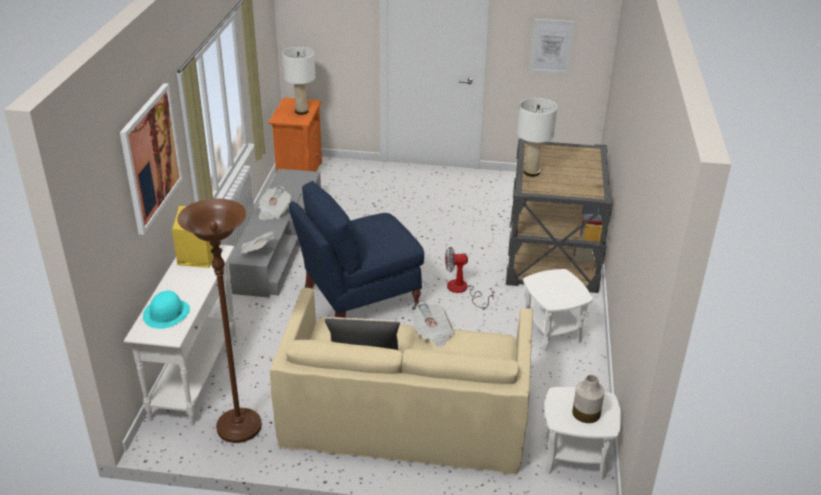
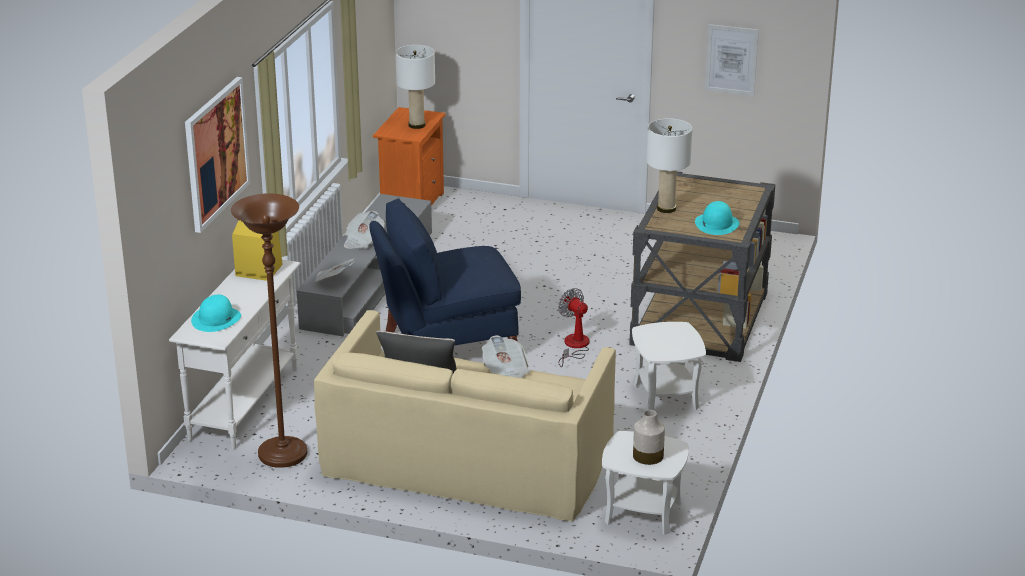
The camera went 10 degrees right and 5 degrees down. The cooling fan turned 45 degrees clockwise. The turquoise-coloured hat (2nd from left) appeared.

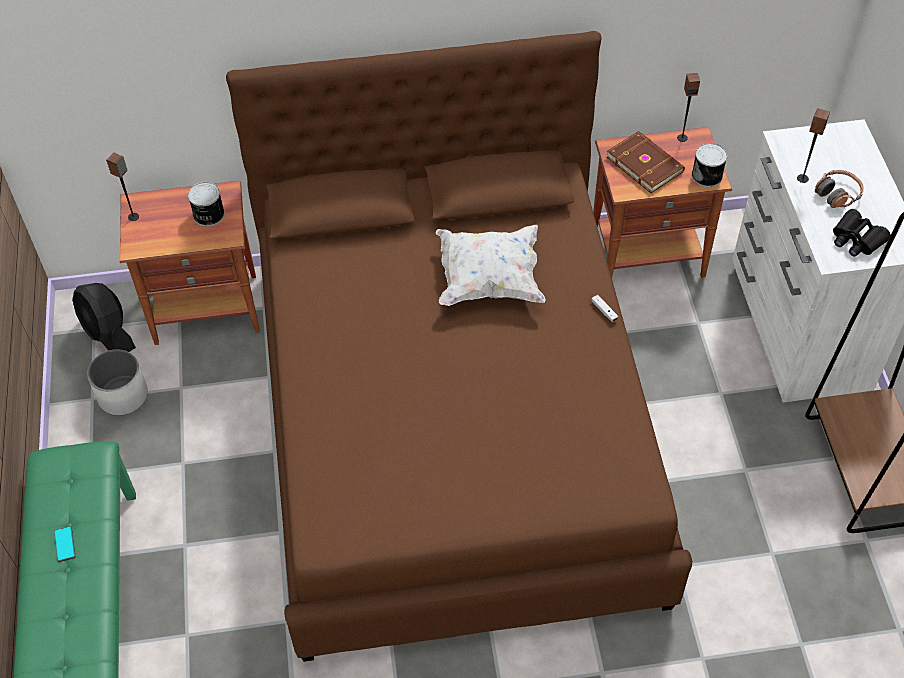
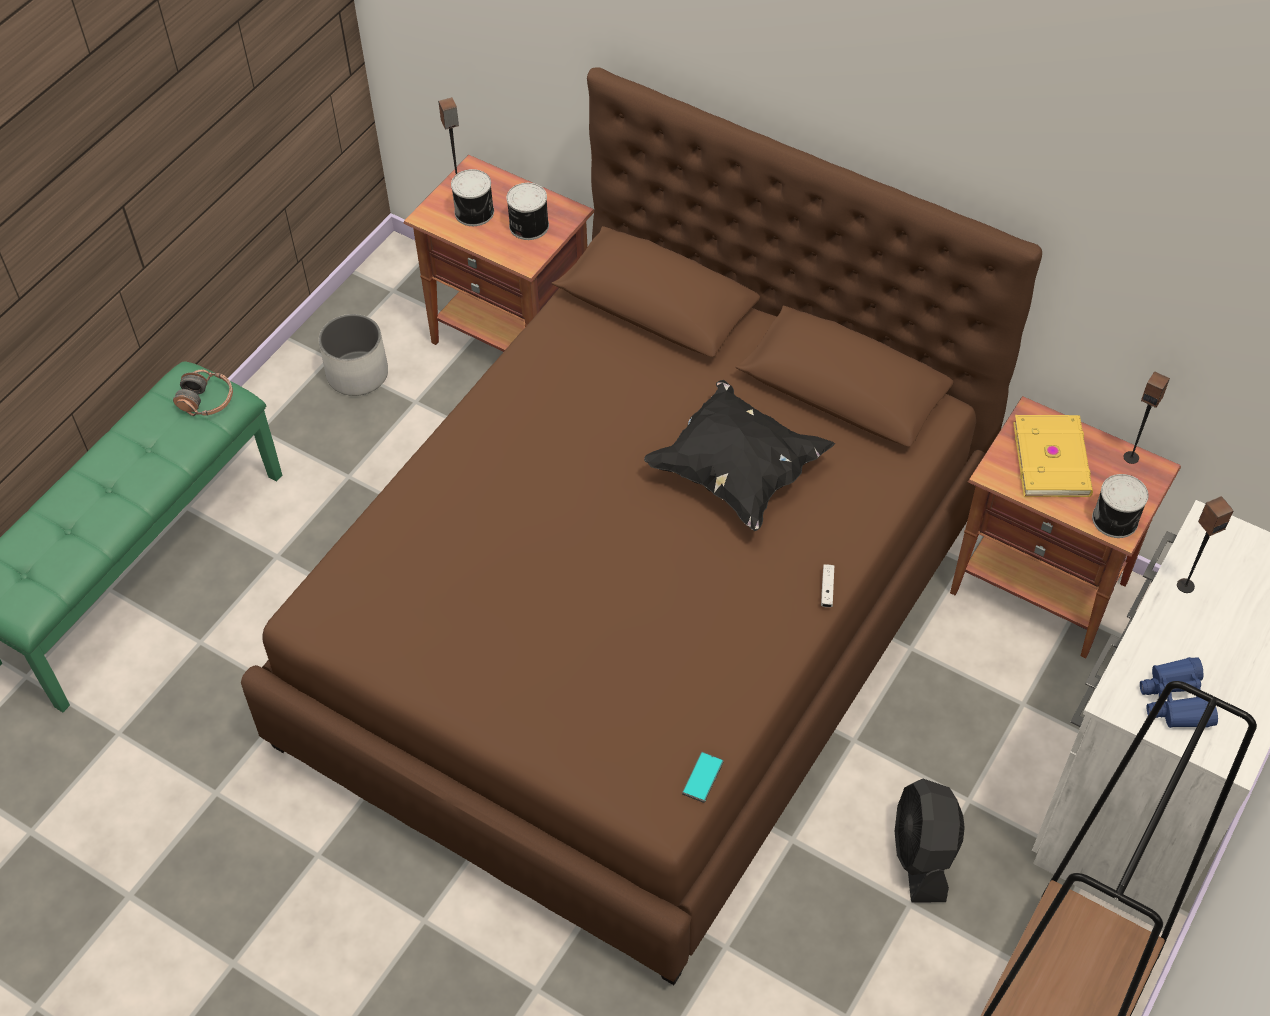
The camera went 40 degrees right and 0 degrees up. The phone moved. The blackish cooling fan moved. The white-coloured pillow became the blackish pillow. The brown book became the yellow book. The headphones moved. The blackish pair of binoculars became the bluish pair of binoculars. The sealed can (1st from left) appeared.

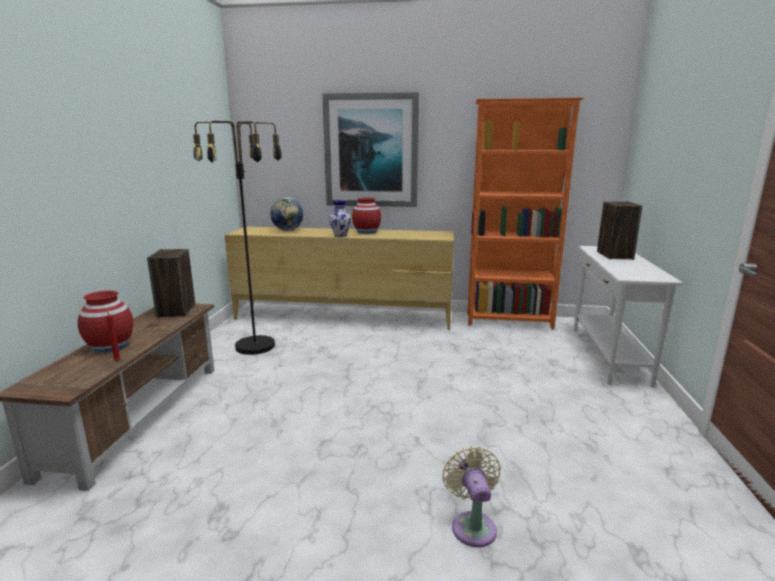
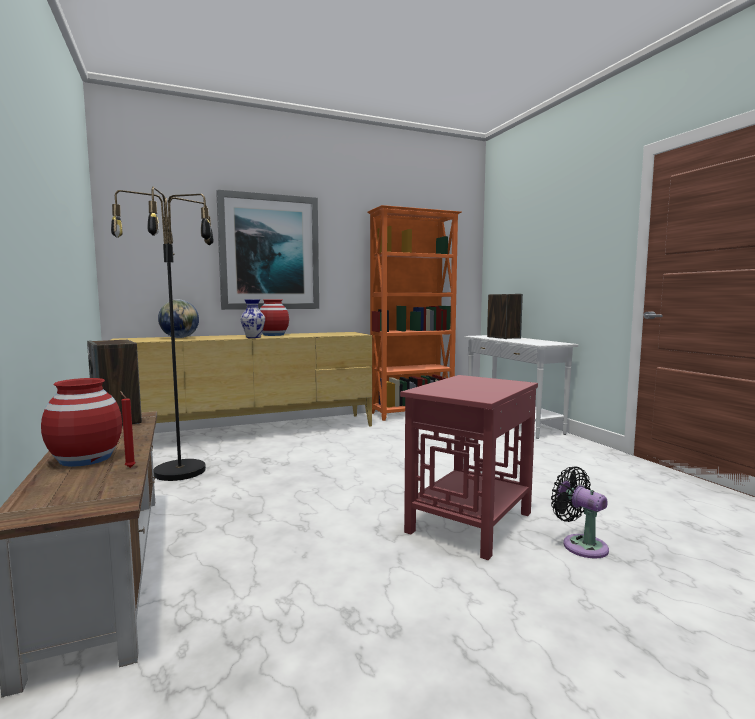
The camera went 30 degrees left and 10 degrees down. The beige-coloured cooling fan became the blackish cooling fan. The reddish accent table appeared.

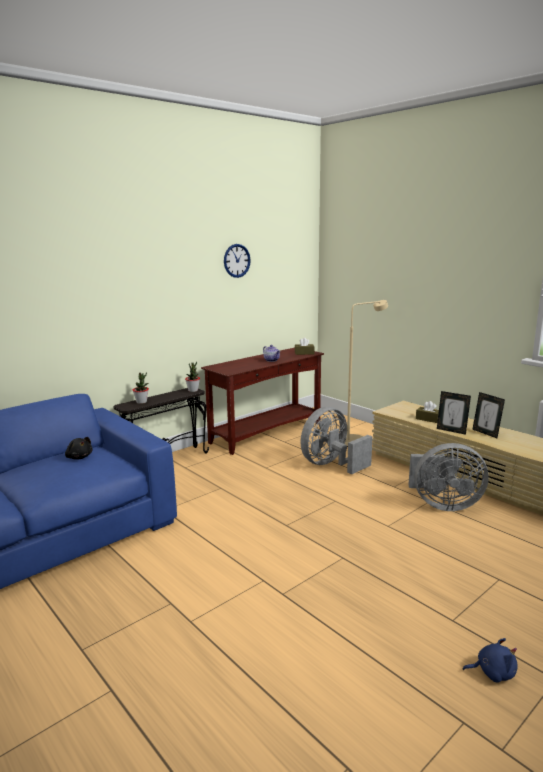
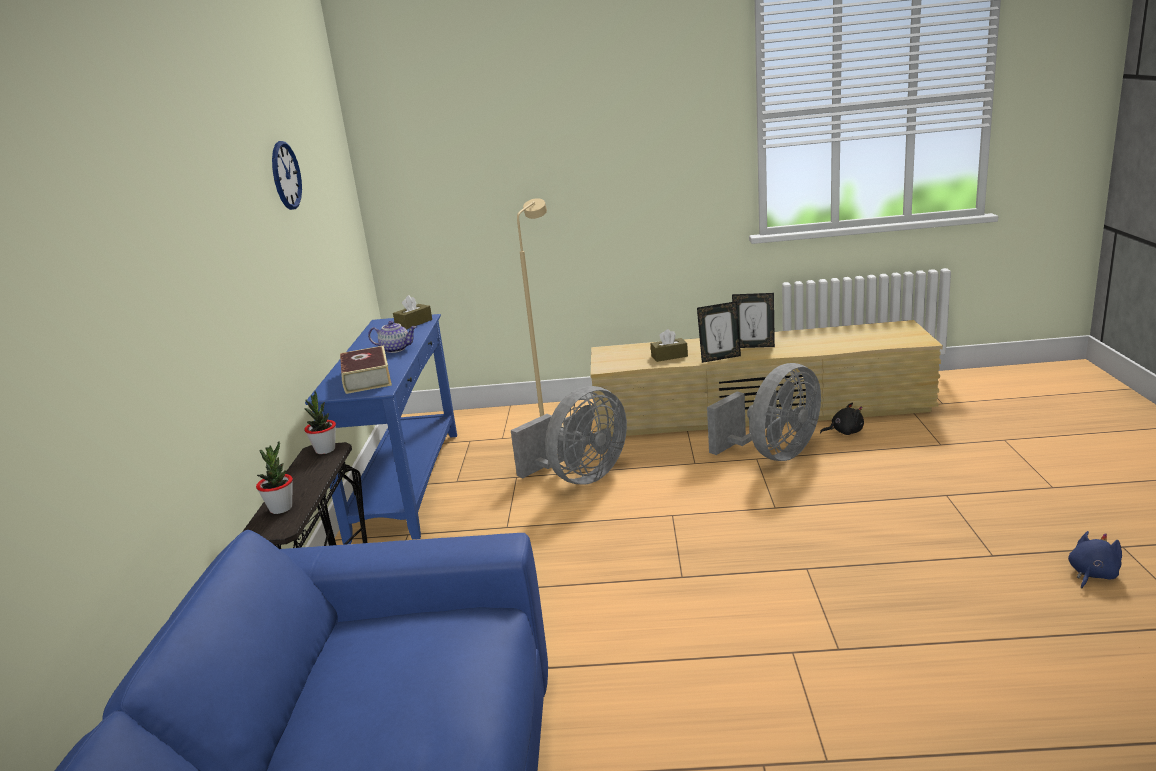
The camera went 45 degrees left and 5 degrees up. The blackish cuddly toy moved. The brown hall table became the bluish hall table. The greyish cooling fan (1st from left) turned 135 degrees counterclockwise. The book appeared.

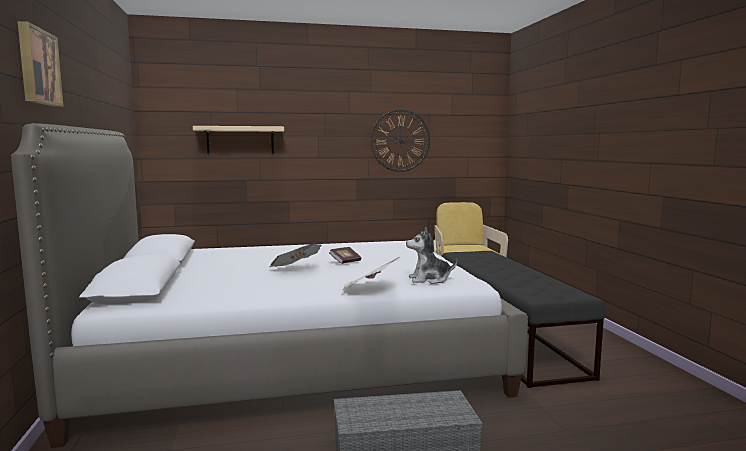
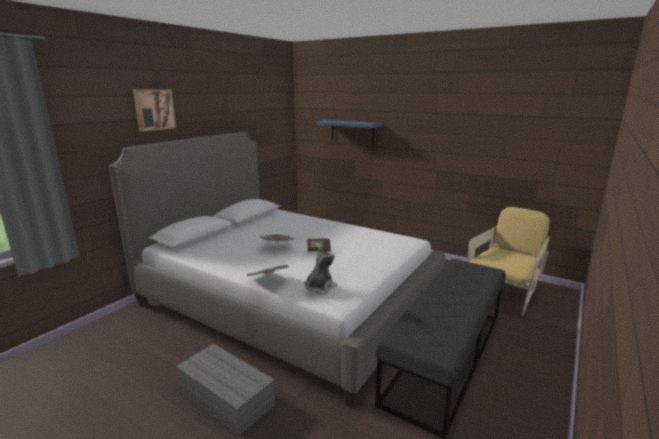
The camera went 45 degrees right and 10 degrees up. The beige-coloured wall shelf became the bluish wall shelf. The clock on the wall disappeared. The cuddly toy turned 90 degrees clockwise.

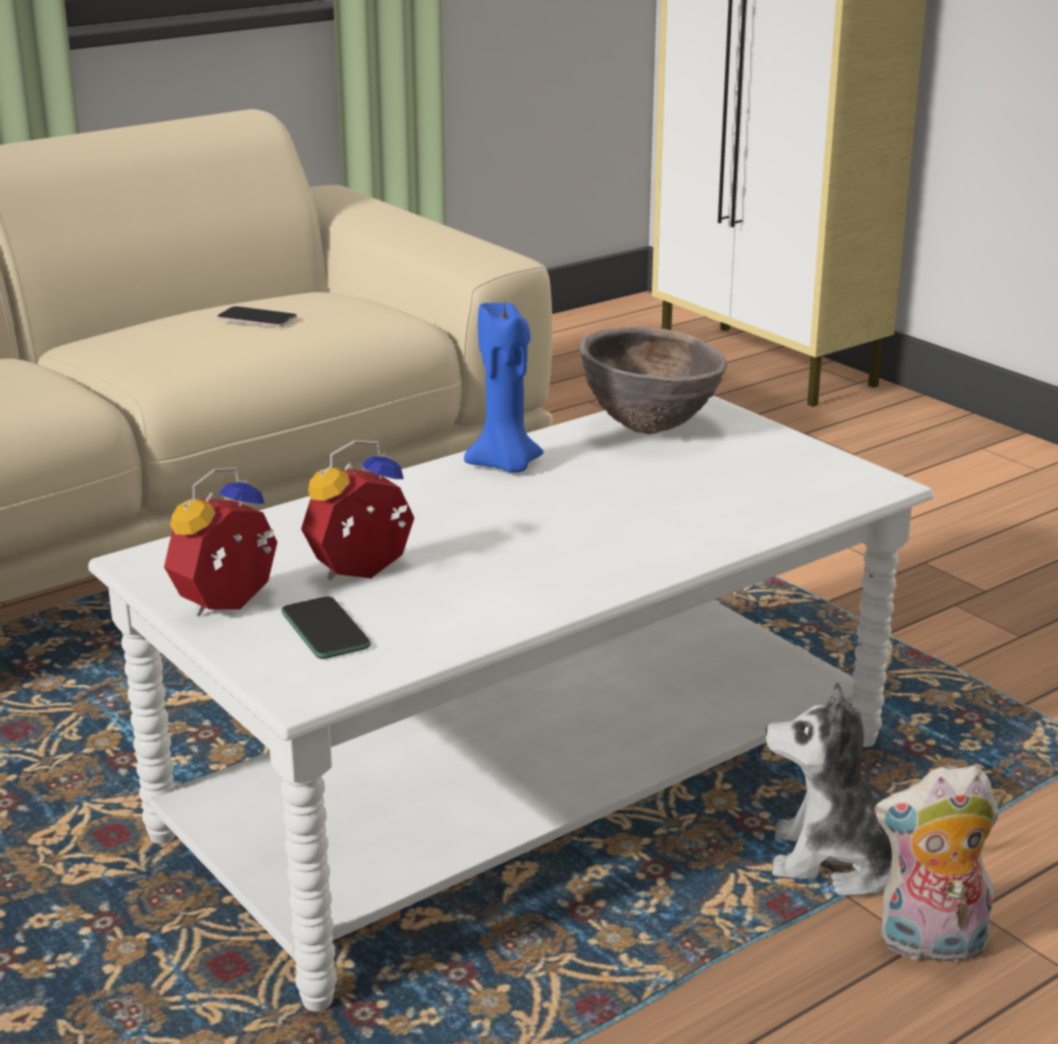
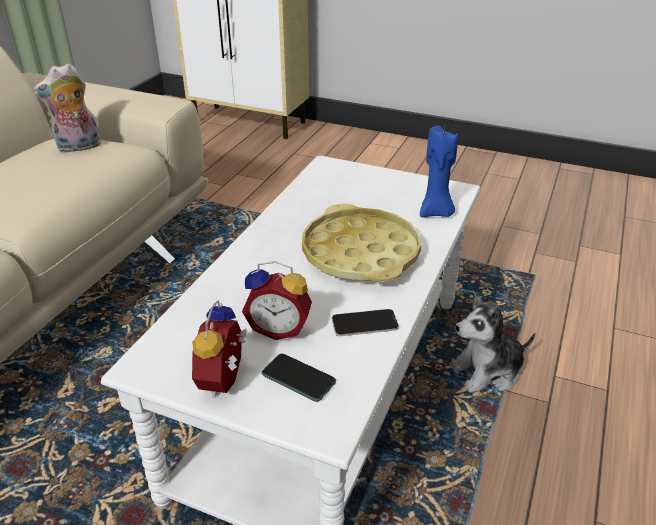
The camera went 30 degrees left and 10 degrees up. The phone (1st from left in the first image) moved. The alarm clock (2nd from left) turned 105 degrees counterclockwise. The bluish wax candle moved. The brown deep dish disappeared. The cuddly toy (2nd from left in the first image) moved. The yellow tray appeared.

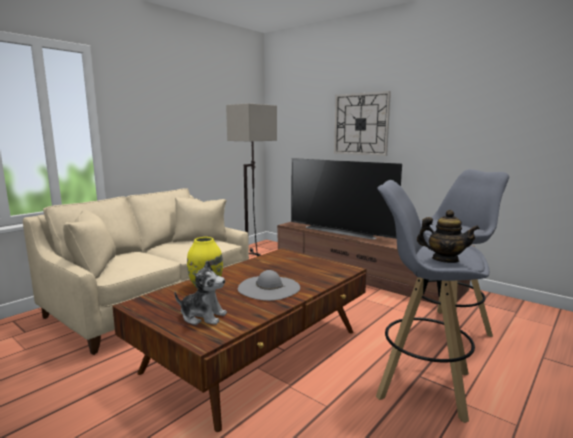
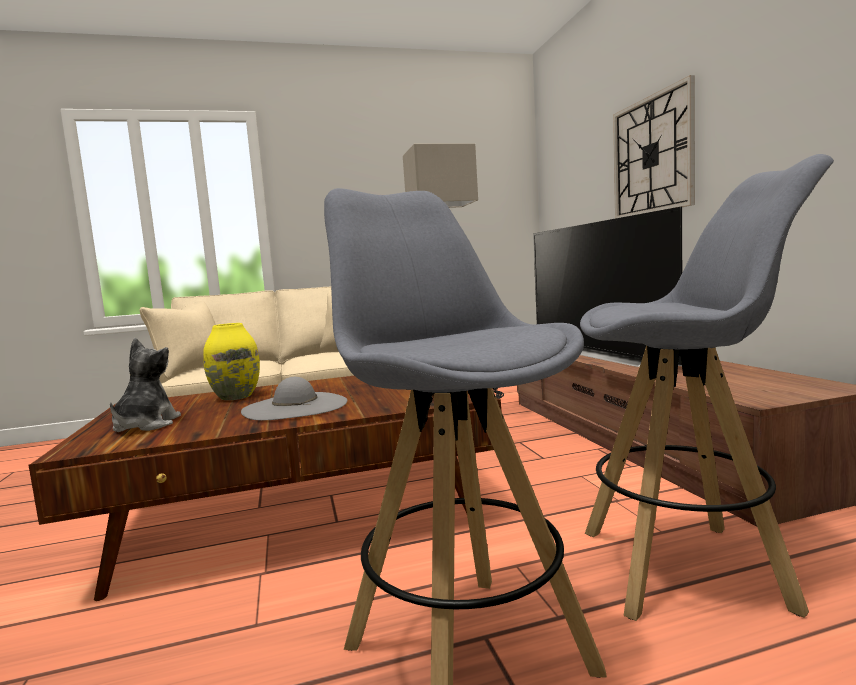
The camera went 35 degrees right and 5 degrees down. The cuddly toy turned 135 degrees counterclockwise. The tea pot disappeared.

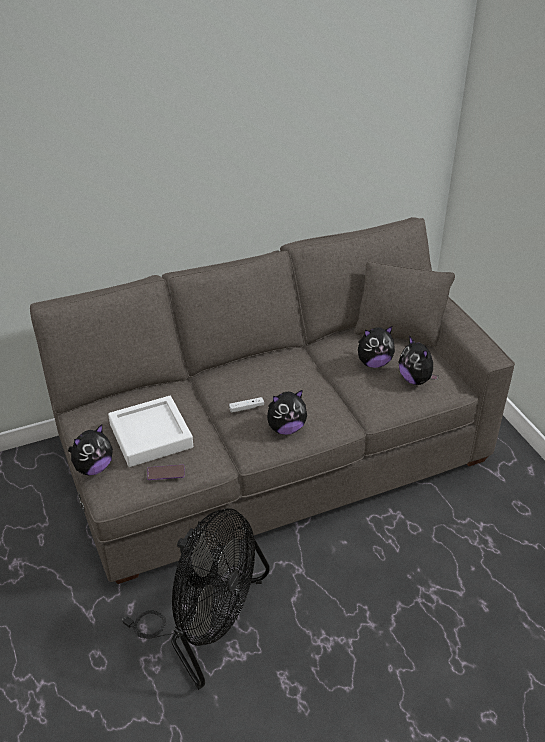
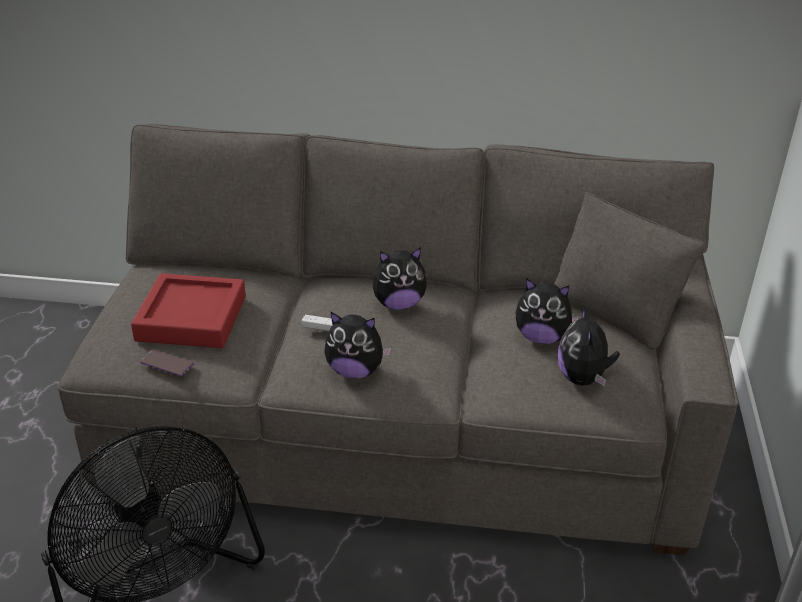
The camera went 30 degrees right and 5 degrees down. The cuddly toy (1st from left in the first image) moved. The white-coloured tray became the reddish tray.

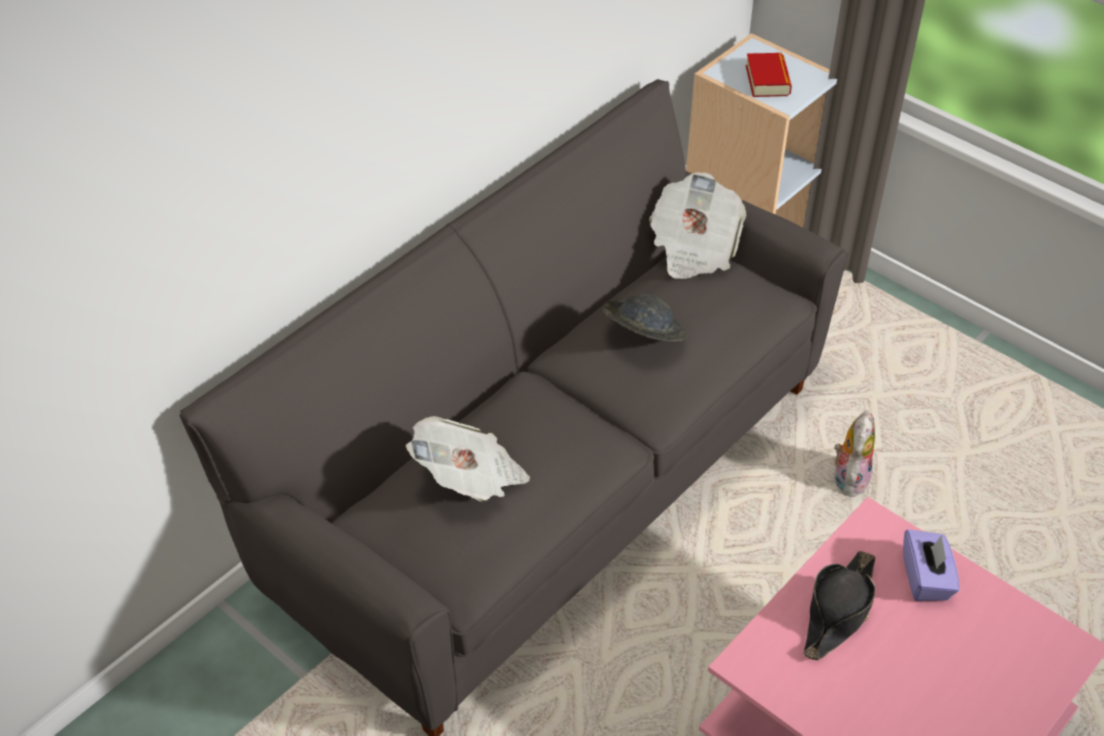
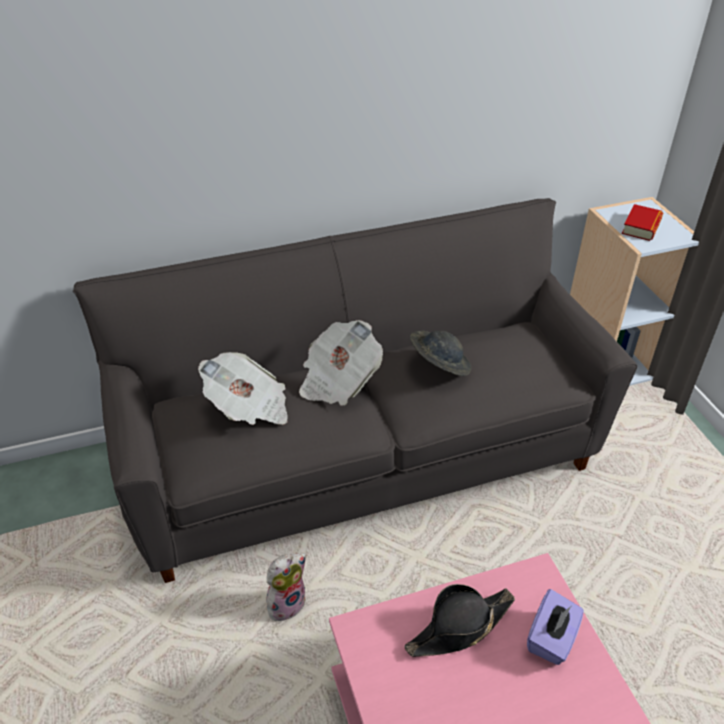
The camera went 30 degrees right and 5 degrees down. The printed paper (2nd from left) moved. The cuddly toy moved.

